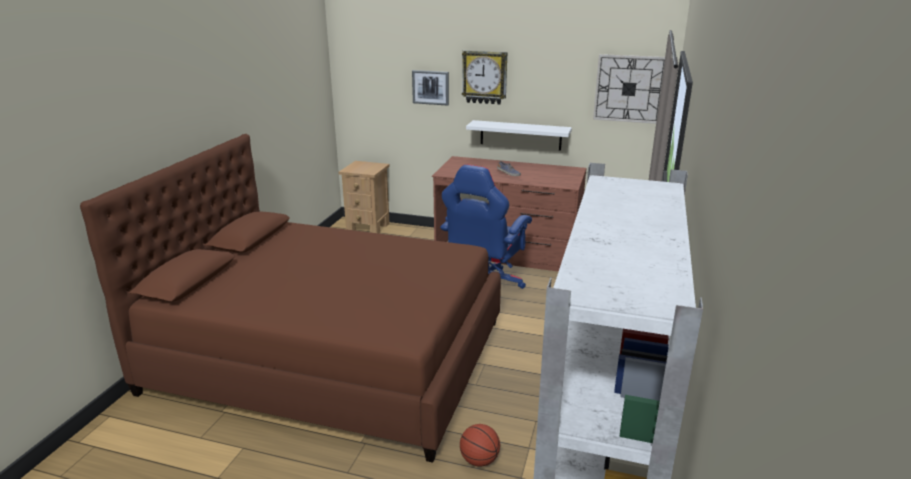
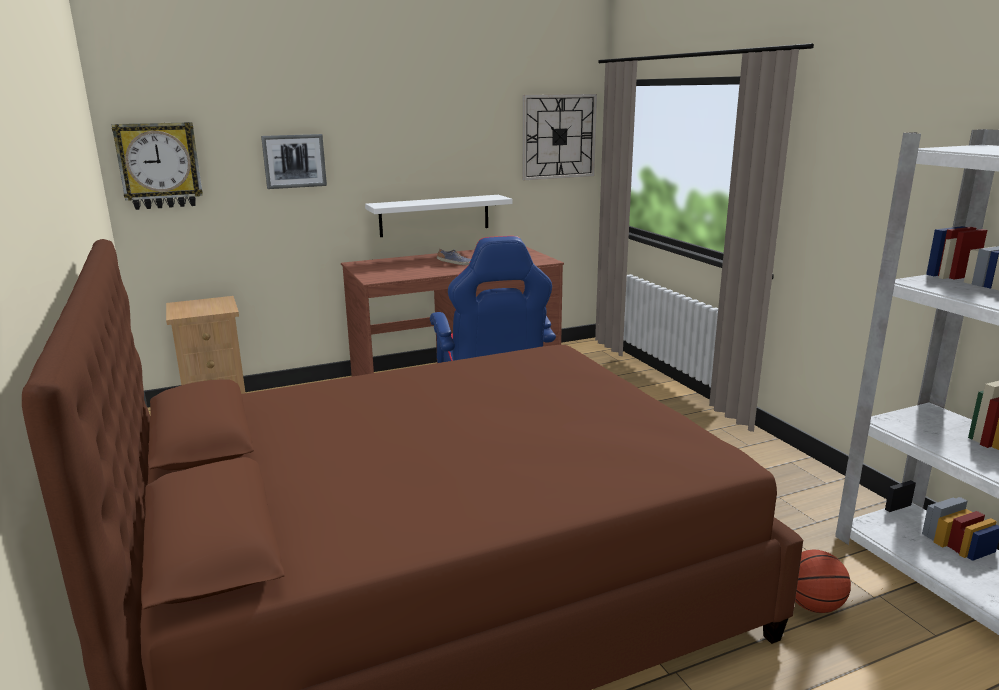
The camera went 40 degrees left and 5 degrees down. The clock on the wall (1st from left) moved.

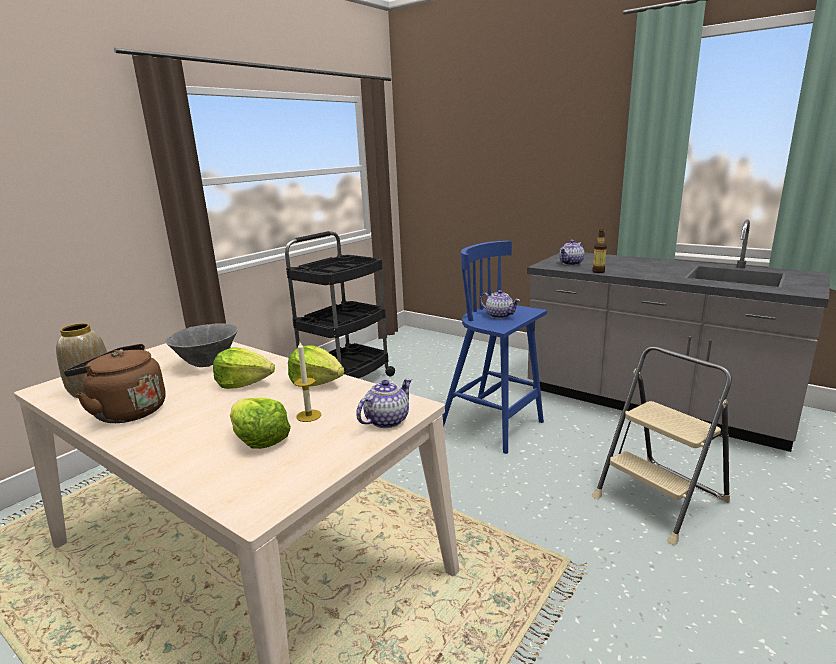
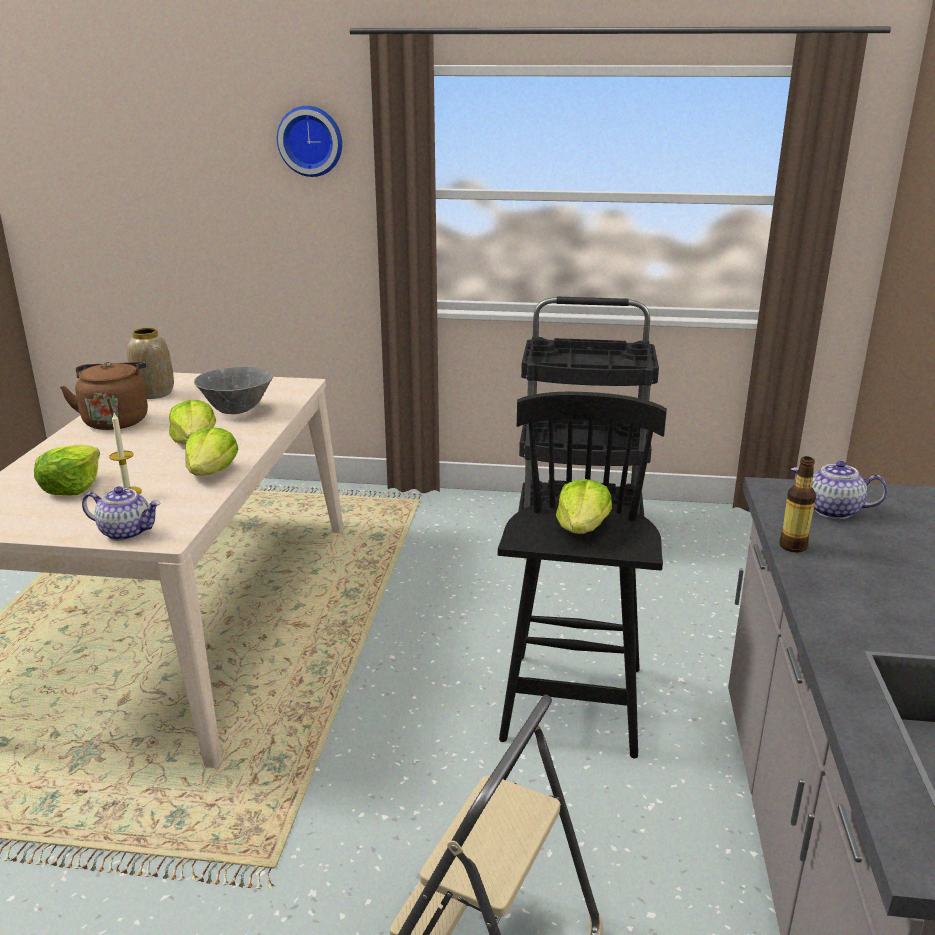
The camera went 60 degrees right and 5 degrees up. The bluish stool seat became the blackish stool seat. The tea pot (2nd from left) was replaced by the lettuce head (4th from left). The clock on the wall appeared.

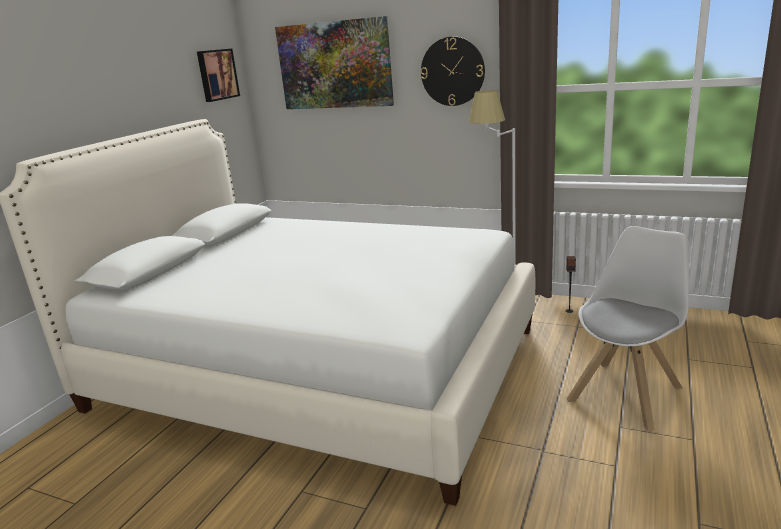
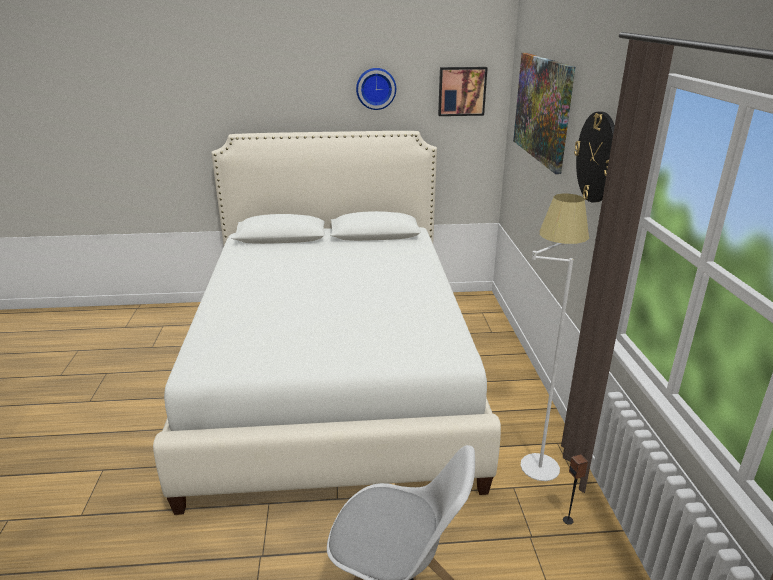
The camera went 60 degrees right and 5 degrees up. The clock on the wall (1st from left) appeared.

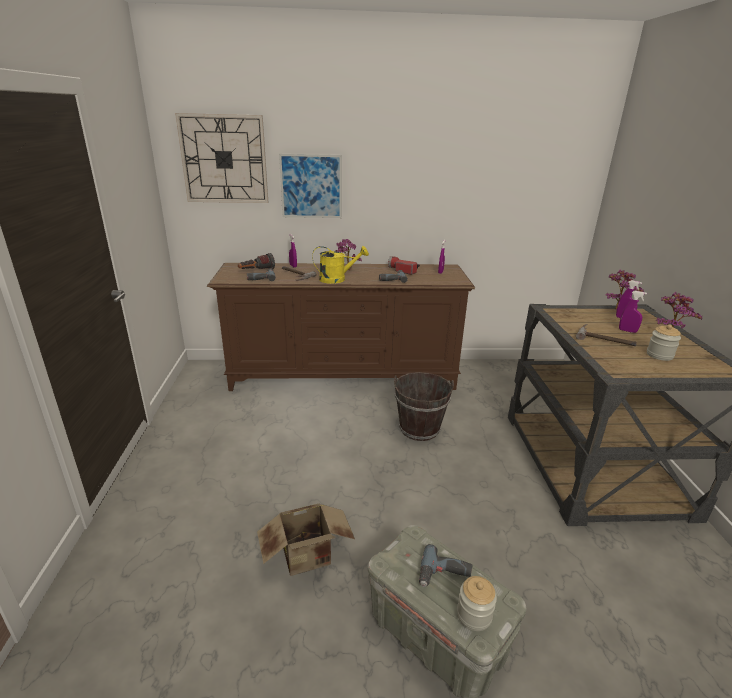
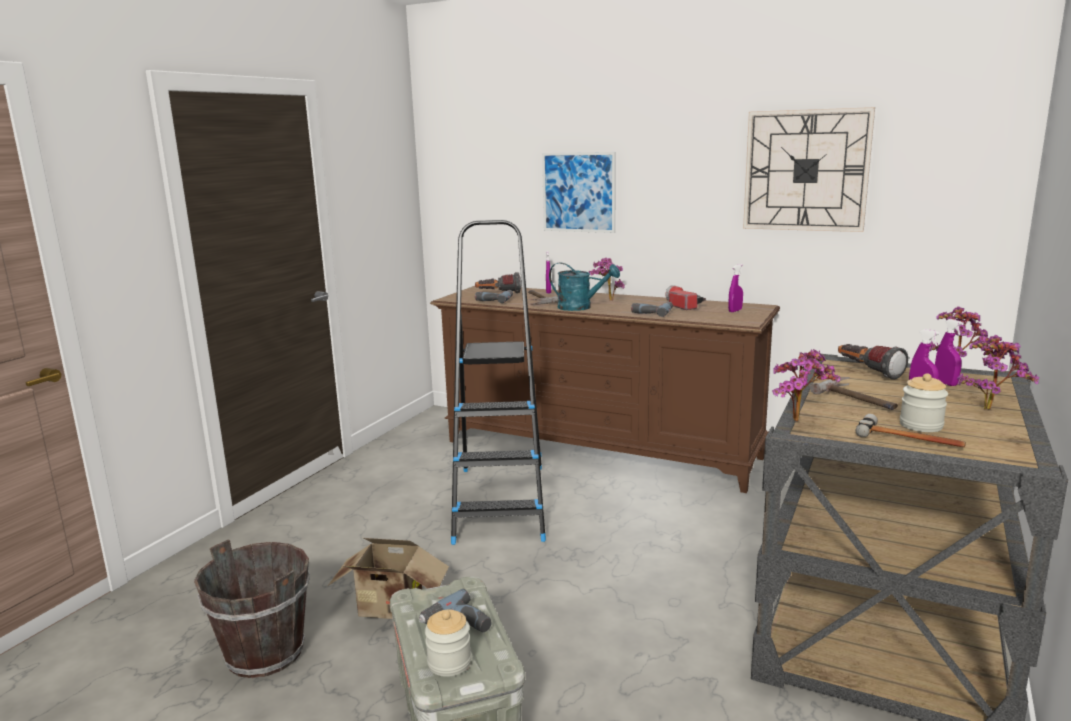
The camera went 30 degrees right and 10 degrees down. The clock on the wall moved. The yellow sprinkling can became the turquoise-coloured sprinkling can. The brown water bucket moved. The blackish step stool appeared. The potted plant (2nd from left) appeared. The hand torch (3rd from left) appeared. The hand hammer (3rd from left) appeared.

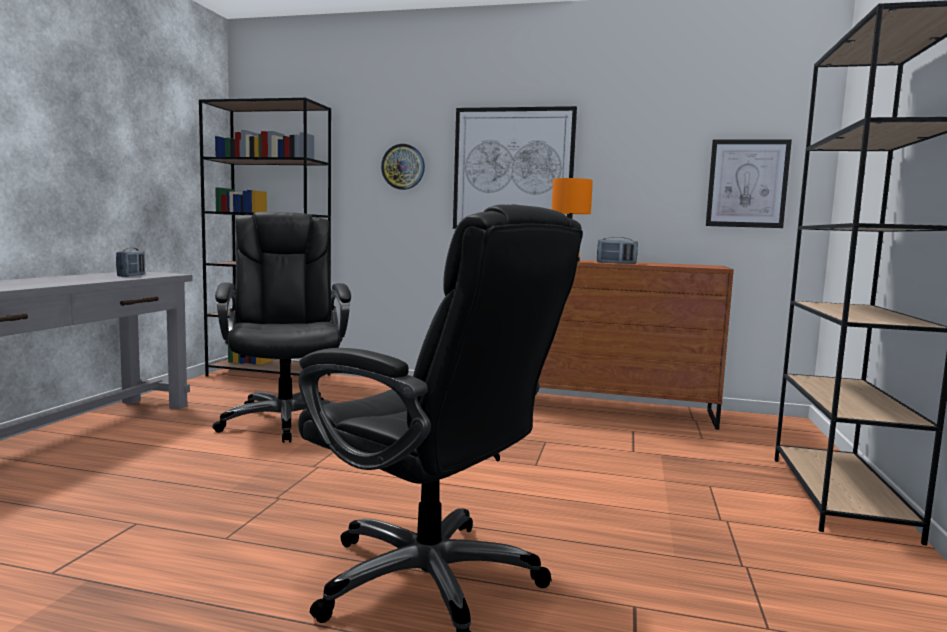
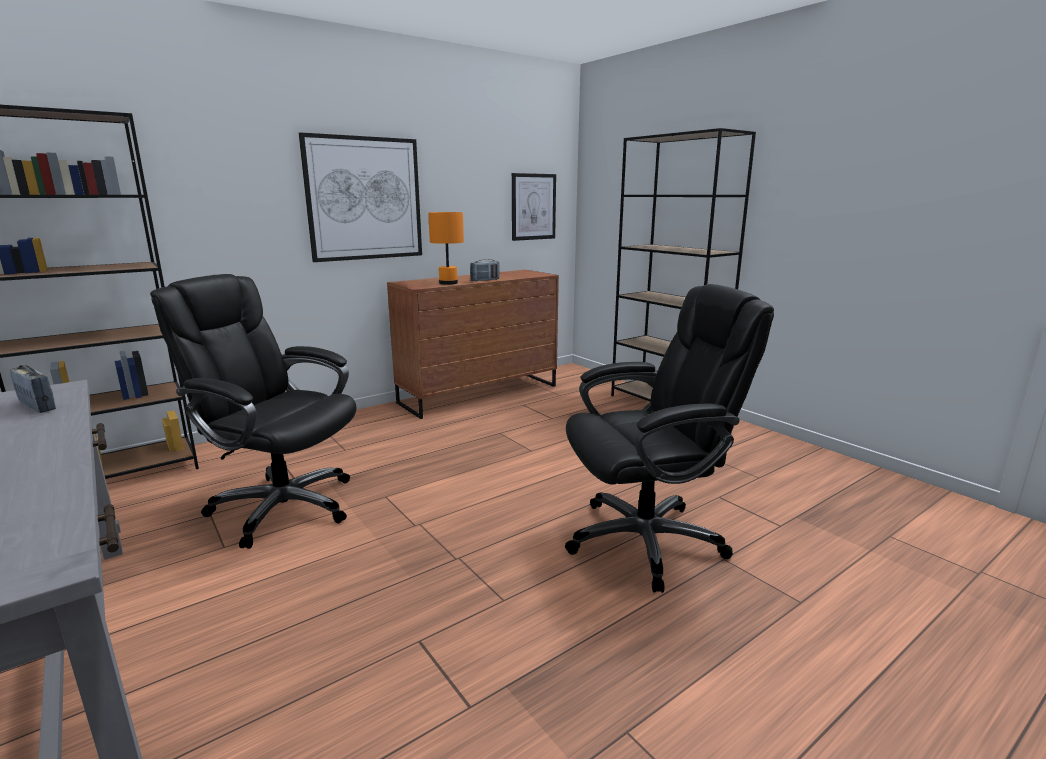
The camera went 50 degrees left and 10 degrees up. The clock on the wall disappeared.

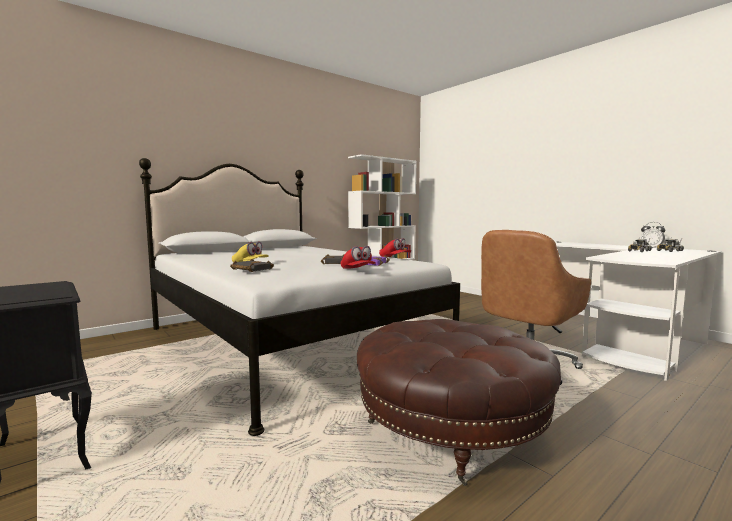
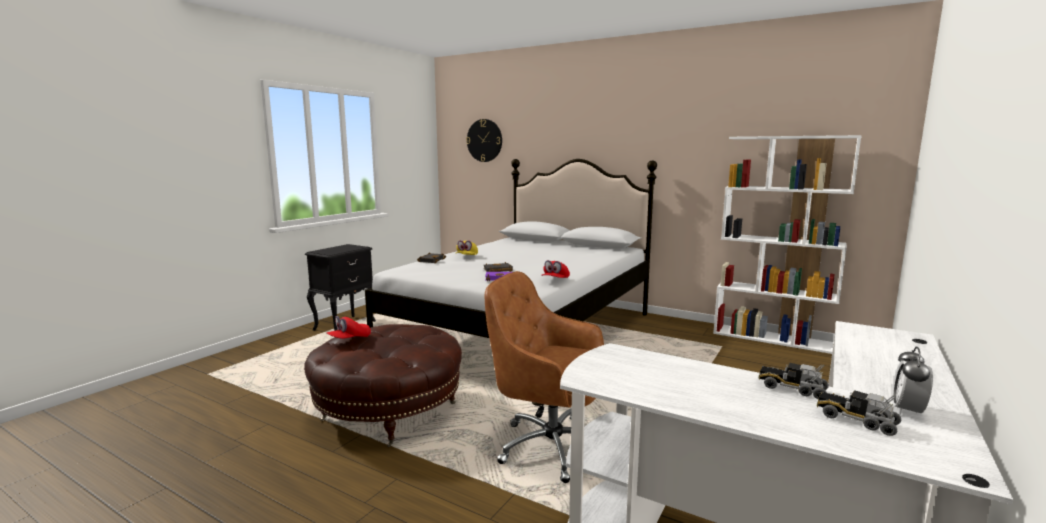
The camera went 70 degrees right and 5 degrees up. The reddish peaked cap (1st from left) moved. The clock on the wall appeared.

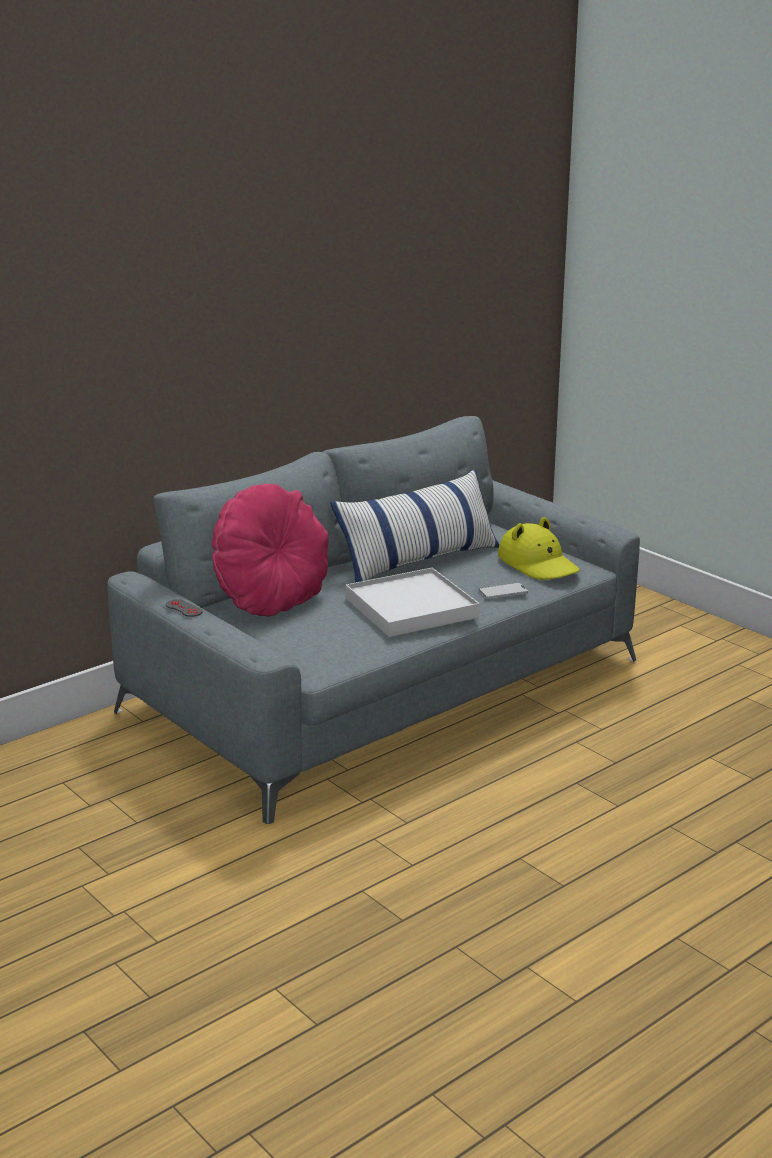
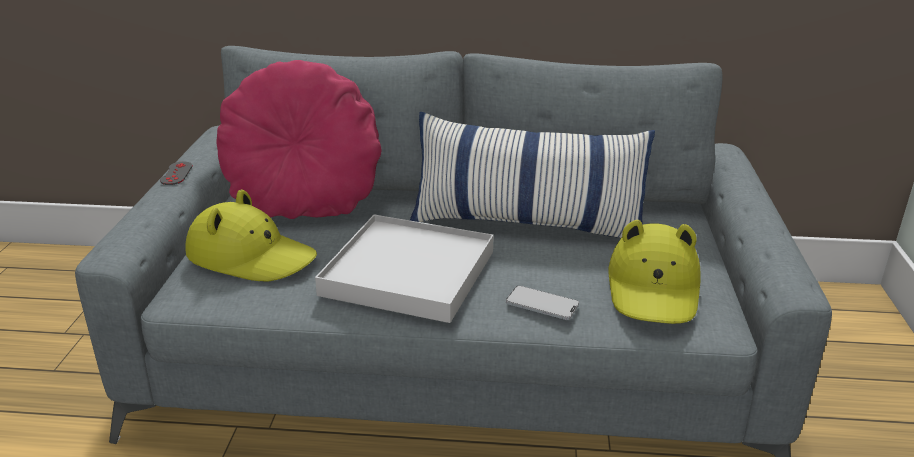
The camera went 45 degrees right and 5 degrees up. The yellow hat (1st from left) appeared.

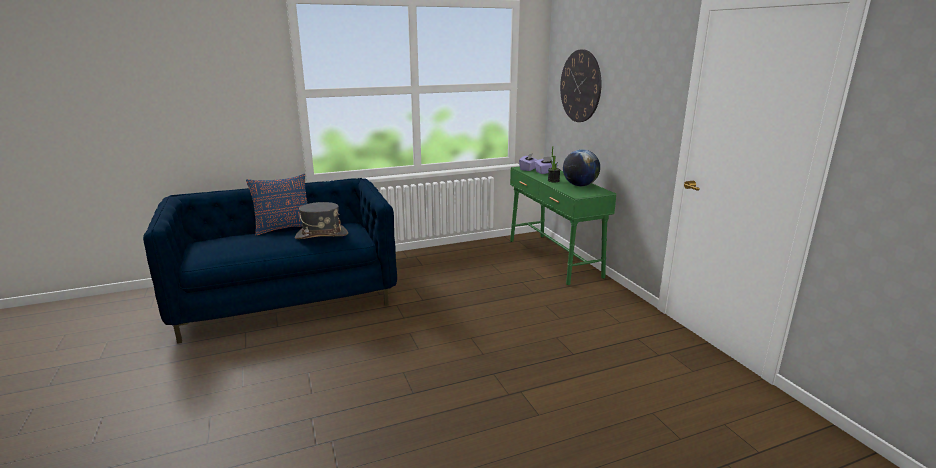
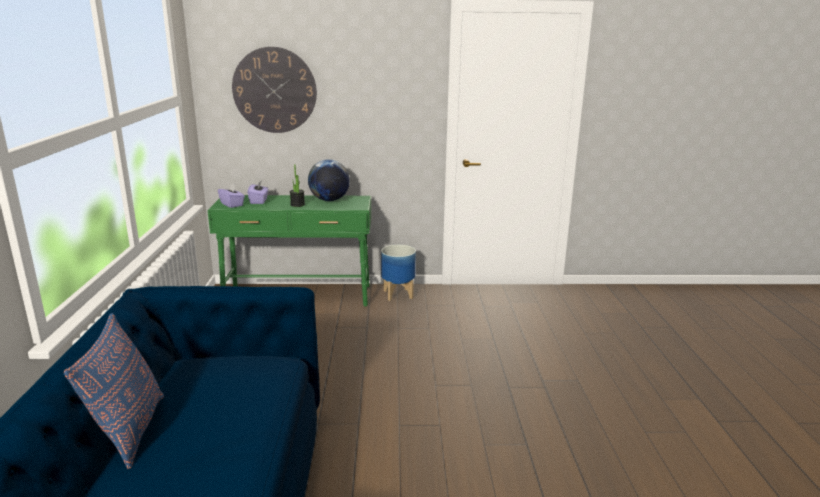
The camera went 70 degrees left and 0 degrees up. The greyish hat disappeared. The plant pot appeared.

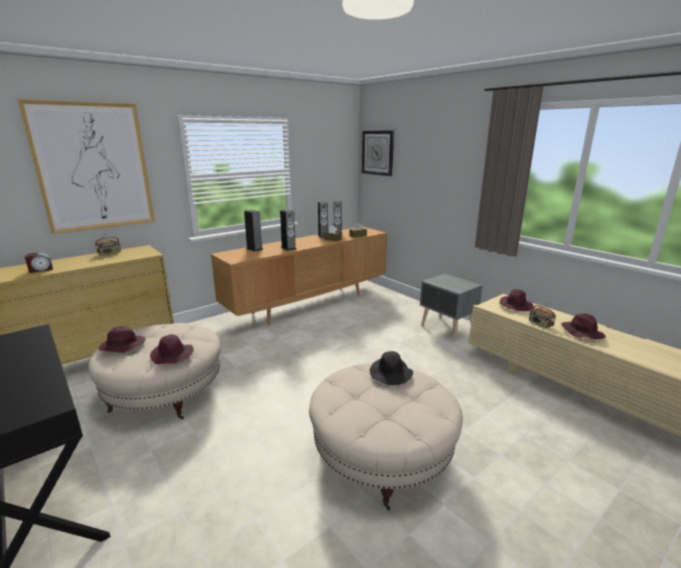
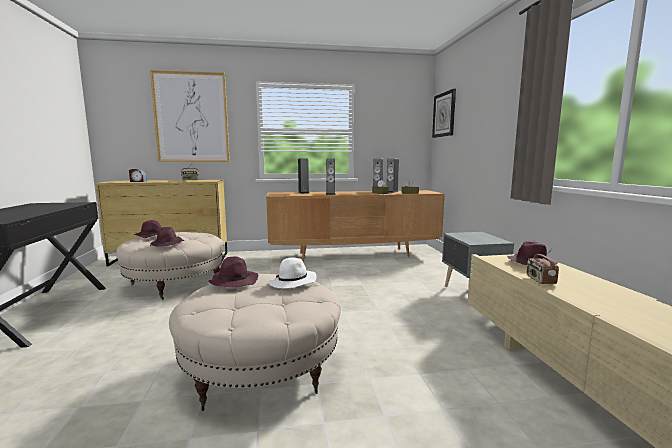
The camera went 30 degrees right and 10 degrees down. The blackish hat became the white-coloured hat. The purple-coloured hat (4th from left in the first image) moved.

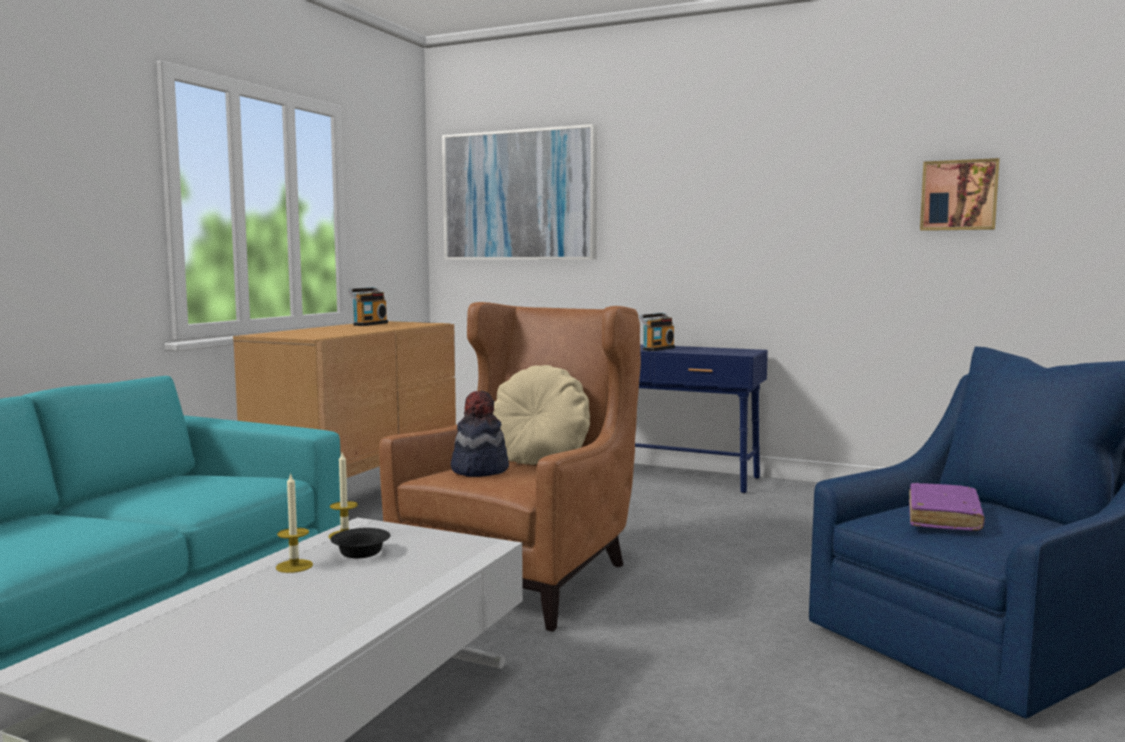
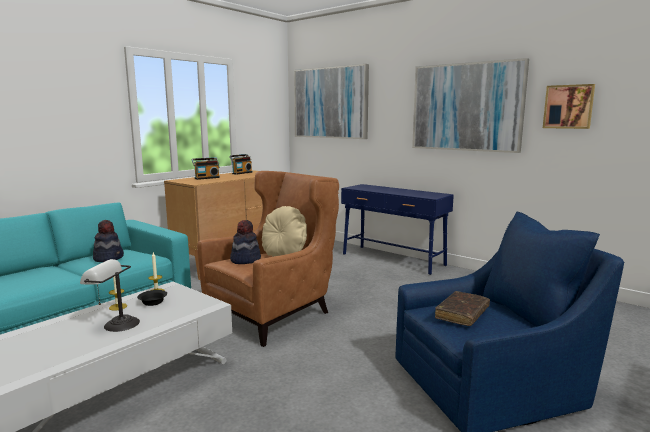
The camera went 15 degrees right and 5 degrees up. The radio set (2nd from left in the first image) moved. The purple-coloured book became the brown book. The tabletop lamp appeared. The hat (1st from left) appeared. The wall art (2nd from left) appeared.

